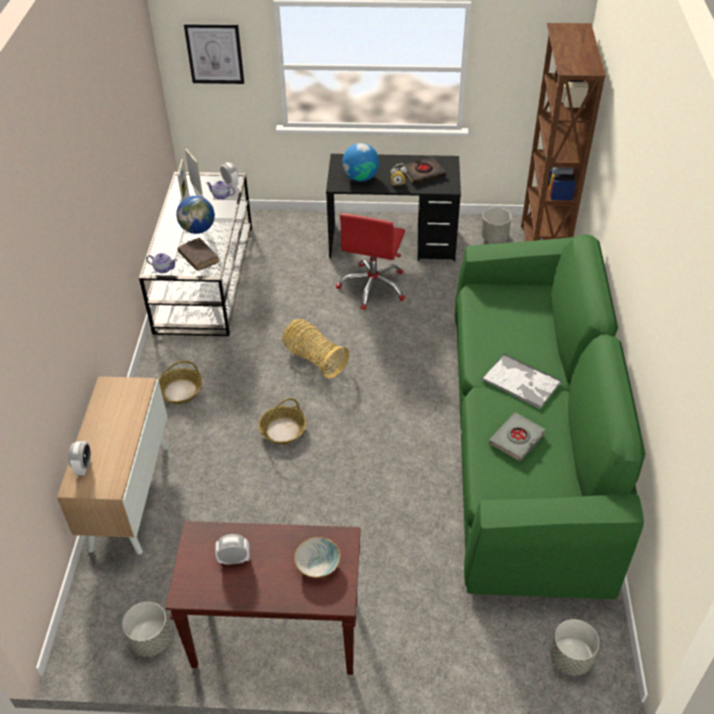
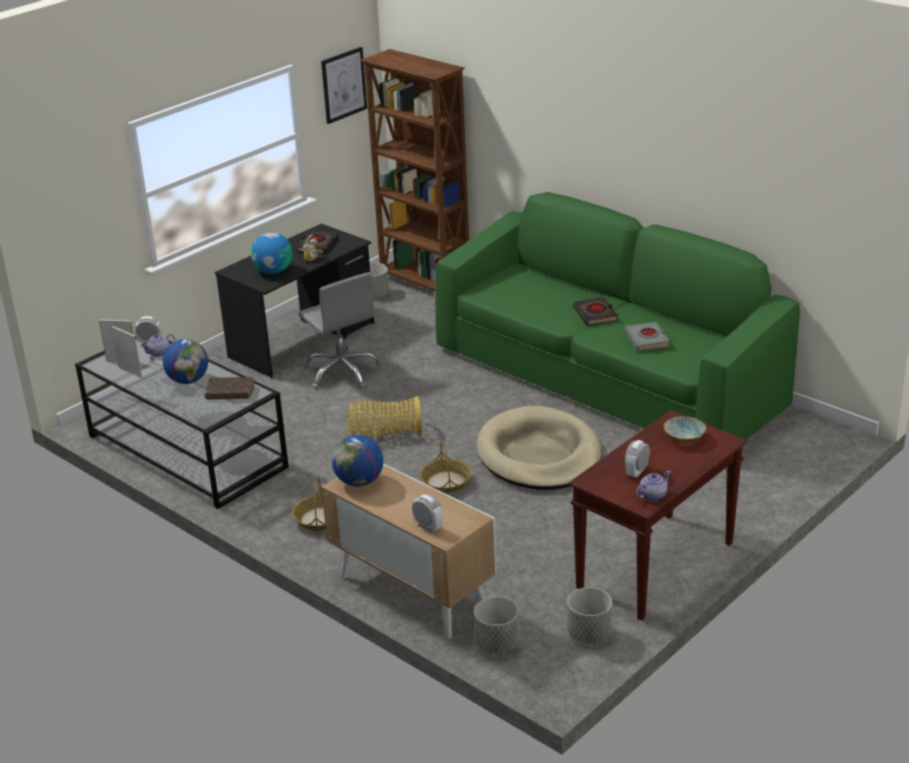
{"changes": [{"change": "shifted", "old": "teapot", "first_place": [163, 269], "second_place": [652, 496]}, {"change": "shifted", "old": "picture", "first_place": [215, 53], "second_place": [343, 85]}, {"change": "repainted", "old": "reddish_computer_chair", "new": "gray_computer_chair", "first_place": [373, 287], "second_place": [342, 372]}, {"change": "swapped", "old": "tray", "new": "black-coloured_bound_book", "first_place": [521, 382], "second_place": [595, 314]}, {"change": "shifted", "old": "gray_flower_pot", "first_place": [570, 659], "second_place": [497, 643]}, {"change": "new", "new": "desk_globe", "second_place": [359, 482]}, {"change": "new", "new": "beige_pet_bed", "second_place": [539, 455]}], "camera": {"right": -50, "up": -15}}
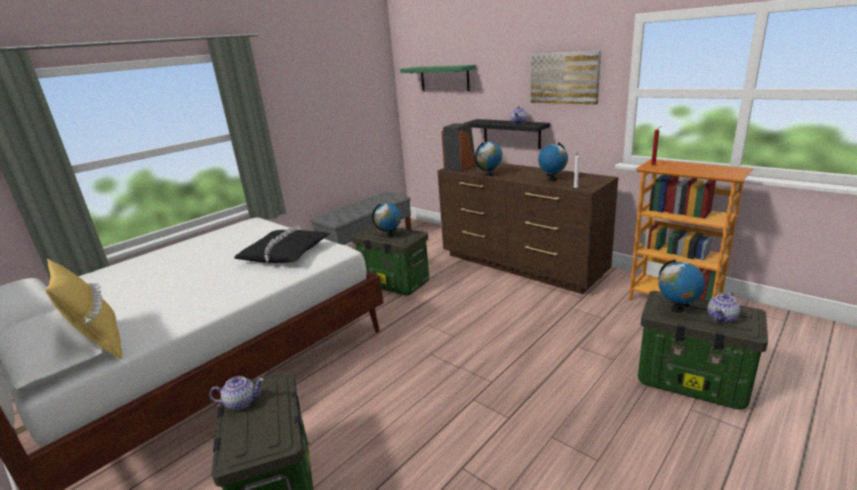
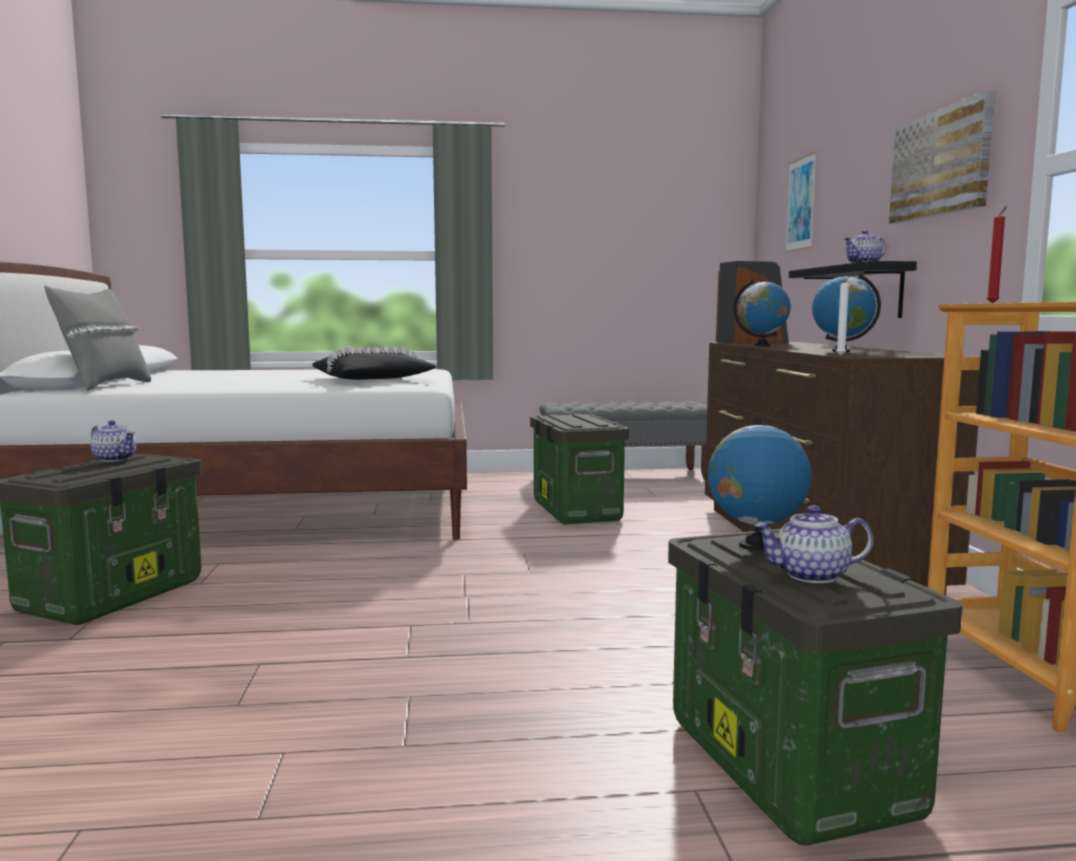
{"changes": [{"change": "repainted", "old": "yellowish_pillow", "new": "gray_pillow", "first_place": [100, 344], "second_place": [105, 386]}, {"change": "gone", "old": "desk_globe", "first_place": [390, 235]}, {"change": "swapped", "old": "green-coloured_shelf", "new": "picture", "first_place": [444, 78], "second_place": [801, 204]}], "camera": {"right": 40, "up": -15}}
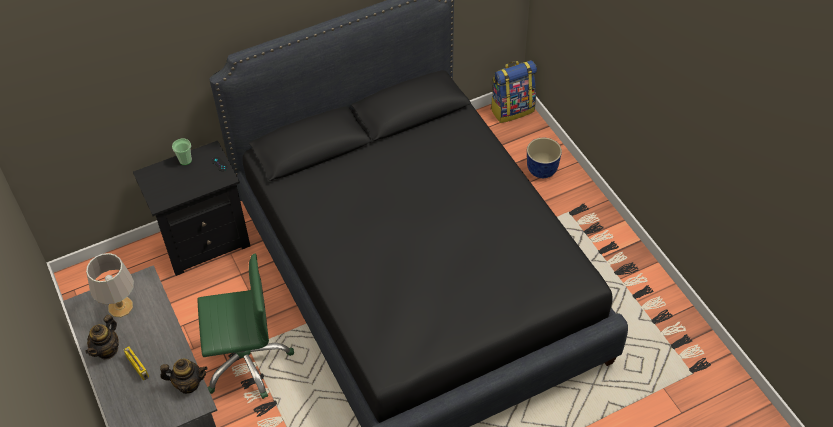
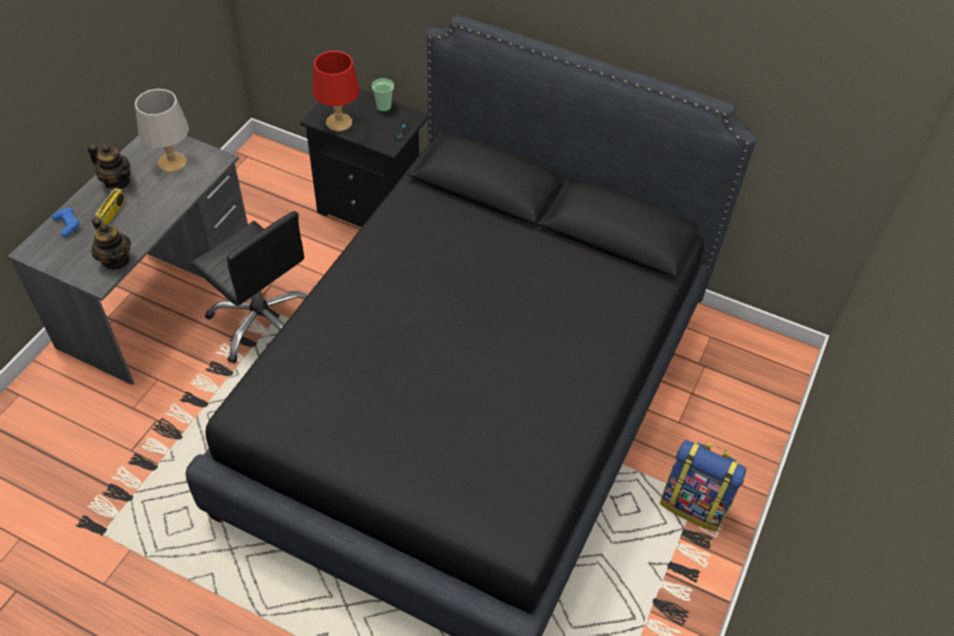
{"changes": [{"change": "rotated", "old": "teapot", "first_place": [107, 350], "second_place": [117, 182], "degrees": -135}, {"change": "repainted", "old": "green-coloured_computer_chair", "new": "black-coloured_computer_chair", "first_place": [246, 360], "second_place": [262, 322]}, {"change": "shifted", "old": "backpack", "first_place": [512, 109], "second_place": [694, 504]}, {"change": "gone", "old": "flower_pot", "first_place": [542, 170]}, {"change": "new", "new": "bluish_game_controller", "second_place": [68, 225]}, {"change": "new", "new": "reddish_lamp_for_a_table", "second_place": [338, 122]}], "camera": {"right": 50, "up": 0}}
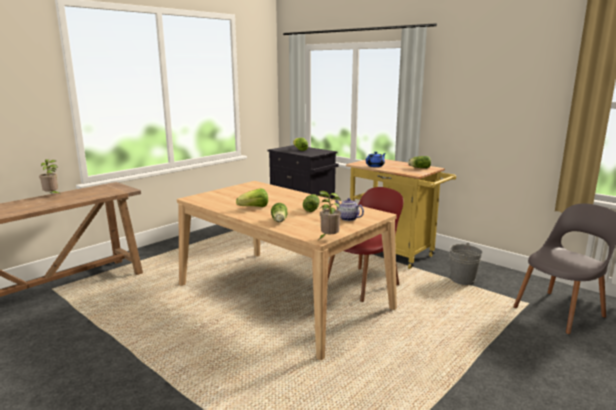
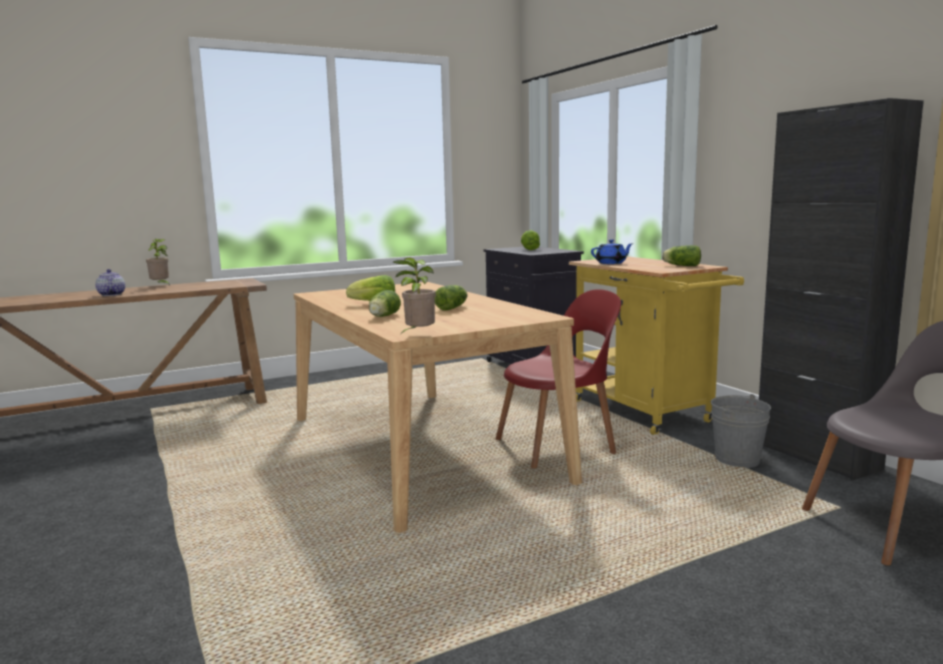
{"changes": [{"change": "shifted", "old": "teapot", "first_place": [347, 218], "second_place": [111, 294]}, {"change": "new", "new": "black-coloured_cupboard", "second_place": [816, 456]}], "camera": {"right": 20, "up": -5}}
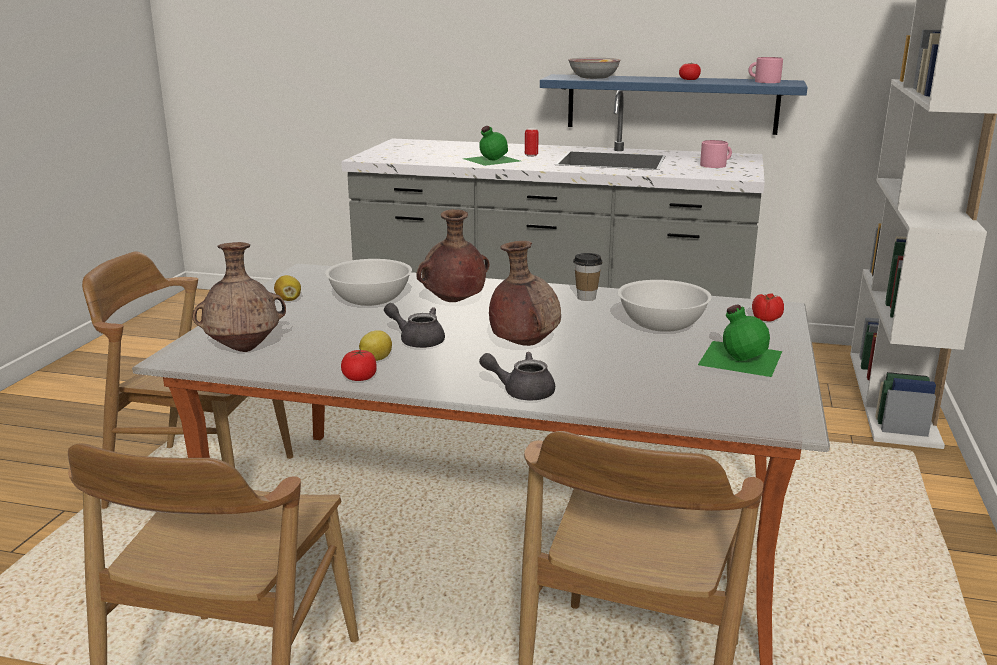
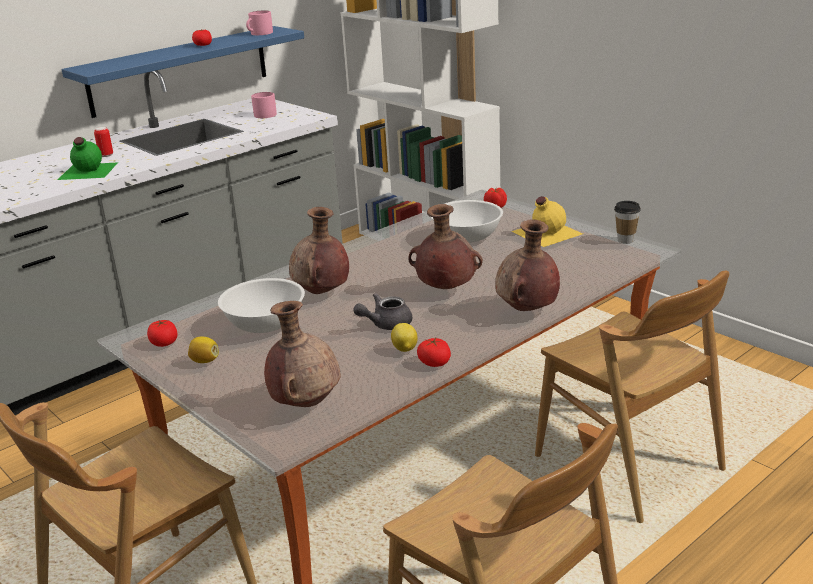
{"changes": [{"change": "swapped", "old": "gray_teapot", "new": "brownish_vase", "first_place": [521, 392], "second_place": [527, 310]}, {"change": "gone", "old": "deep_dish", "first_place": [593, 78]}, {"change": "shifted", "old": "small_cup", "first_place": [586, 298], "second_place": [625, 240]}, {"change": "repainted", "old": "green-coloured_bottle", "new": "yellowish_bottle", "first_place": [739, 357], "second_place": [545, 232]}, {"change": "new", "new": "whole_tomato", "second_place": [164, 343]}], "camera": {"right": -55, "up": 5}}
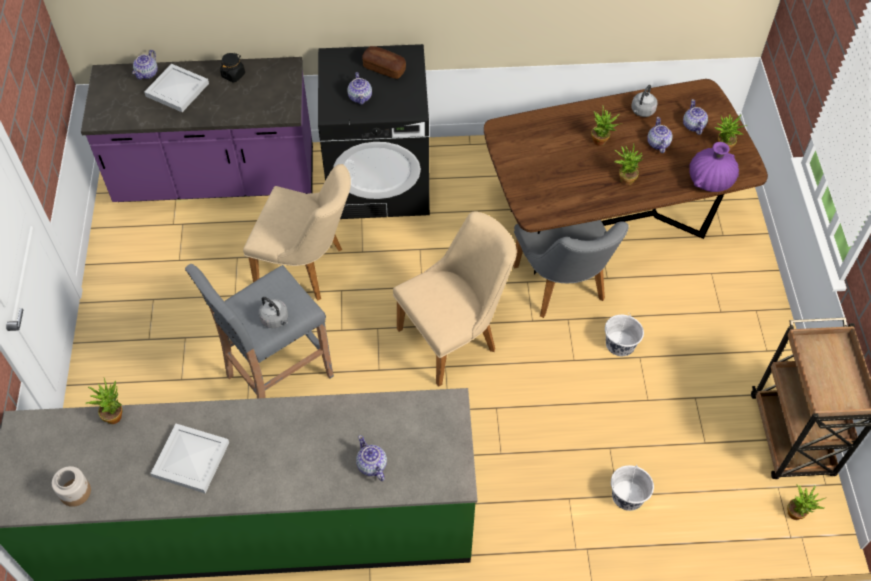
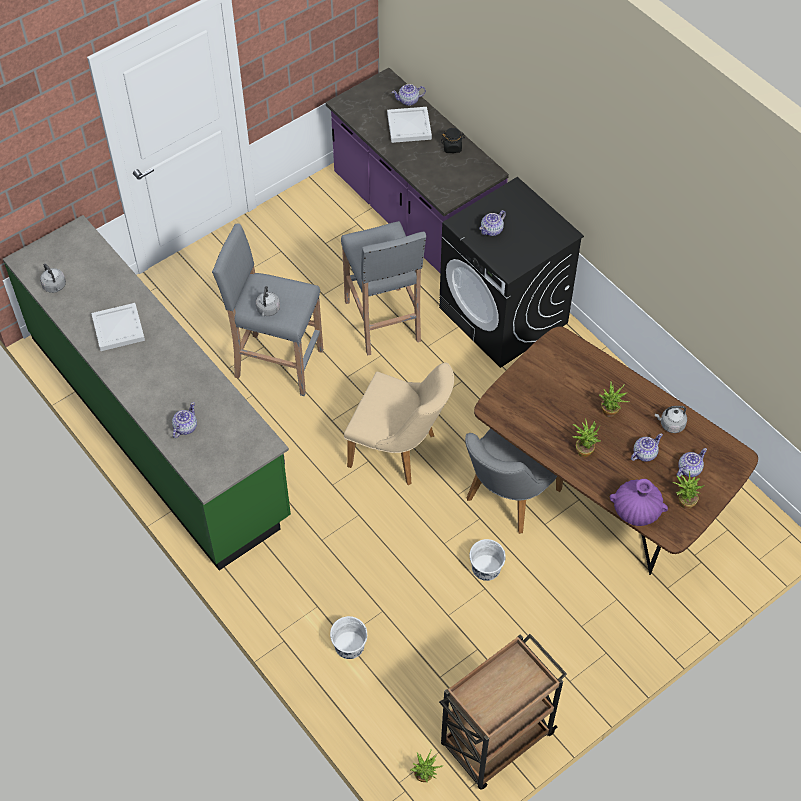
{"changes": [{"change": "swapped", "old": "jar", "new": "gray_water_kettle", "first_place": [75, 492], "second_place": [55, 286]}, {"change": "gone", "old": "plant_in_a_pot", "first_place": [114, 414]}, {"change": "swapped", "old": "beige_plain_chair", "new": "gray_stool", "first_place": [308, 268], "second_place": [383, 322]}, {"change": "gone", "old": "bread", "first_place": [384, 68]}], "camera": {"right": 55, "up": 0}}
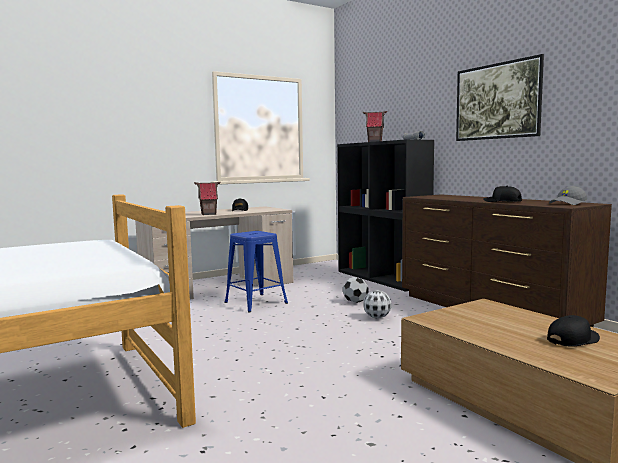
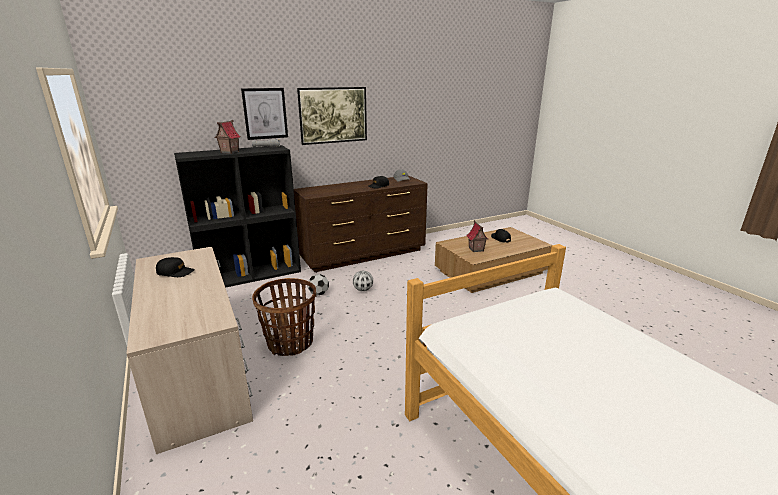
{"changes": [{"change": "shifted", "old": "miniature_house", "first_place": [208, 214], "second_place": [476, 249]}, {"change": "swapped", "old": "bluish_stool", "new": "storage_basket", "first_place": [255, 302], "second_place": [290, 343]}, {"change": "new", "new": "picture", "second_place": [265, 113]}], "camera": {"right": -85, "up": 15}}
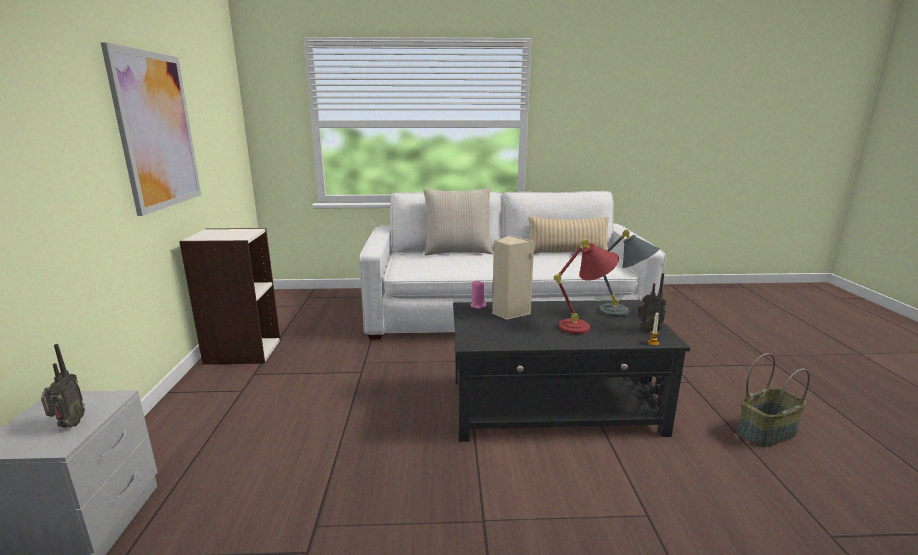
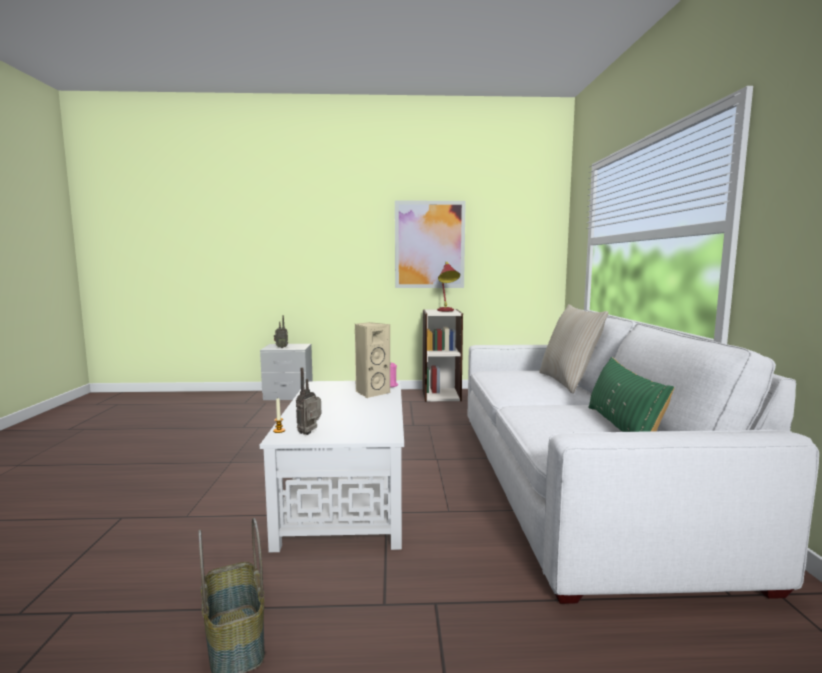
{"changes": [{"change": "repainted", "old": "black-coloured_lounge_table", "new": "whitish_lounge_table", "first_place": [554, 406], "second_place": [346, 494]}, {"change": "repainted", "old": "beige_pillow", "new": "green-coloured_pillow", "first_place": [567, 253], "second_place": [622, 427]}, {"change": "shifted", "old": "reddish_lamp_for_a_table", "first_place": [585, 327], "second_place": [447, 311]}, {"change": "gone", "old": "gray_lamp_for_a_table", "first_place": [625, 313]}], "camera": {"right": 90, "up": -10}}
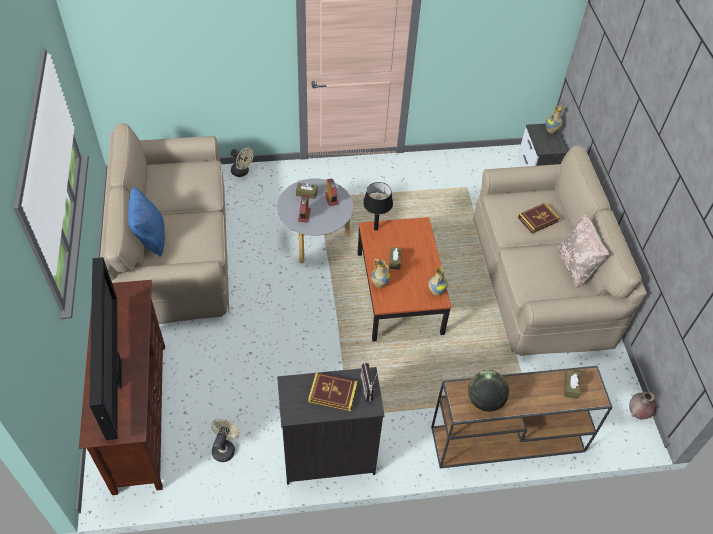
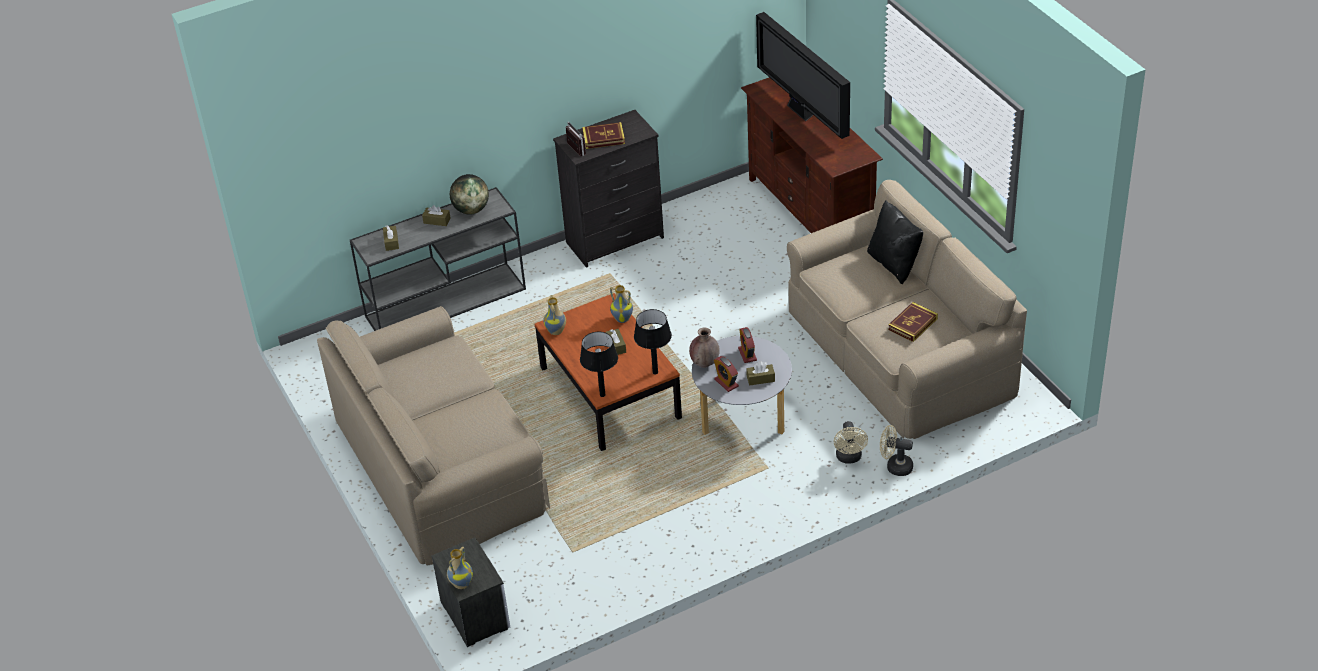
{"changes": [{"change": "repainted", "old": "bluish_pillow", "new": "black-coloured_pillow", "first_place": [150, 237], "second_place": [894, 264]}, {"change": "shifted", "old": "beige_electric_fan", "first_place": [225, 448], "second_place": [849, 458]}, {"change": "repainted", "old": "brownish_console_table", "new": "gray_console_table", "first_place": [506, 440], "second_place": [447, 302]}, {"change": "shifted", "old": "bound_book", "first_place": [538, 219], "second_place": [912, 324]}, {"change": "gone", "old": "beige_pillow", "first_place": [576, 266]}, {"change": "shifted", "old": "brownish_vase", "first_place": [637, 413], "second_place": [705, 363]}, {"change": "new", "new": "brownish_box_of_tissues", "second_place": [437, 221]}, {"change": "new", "new": "black-coloured_lamp_for_a_table", "second_place": [602, 395]}], "camera": {"right": 165, "up": -10}}
